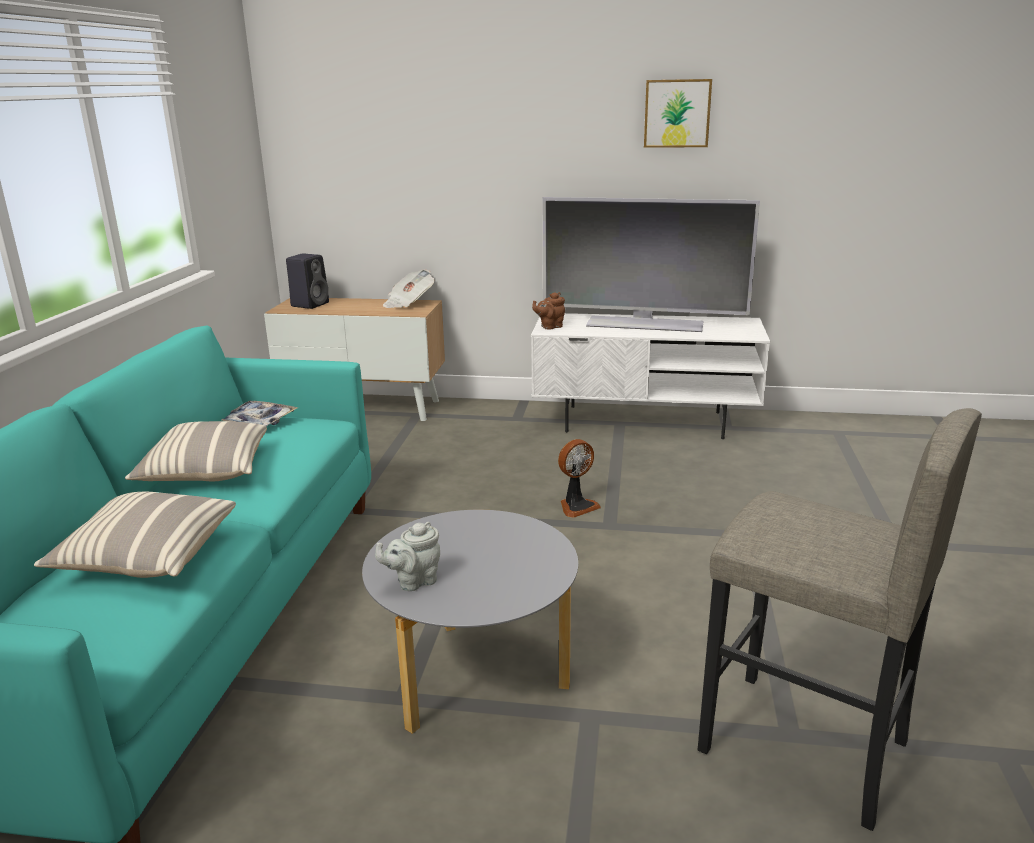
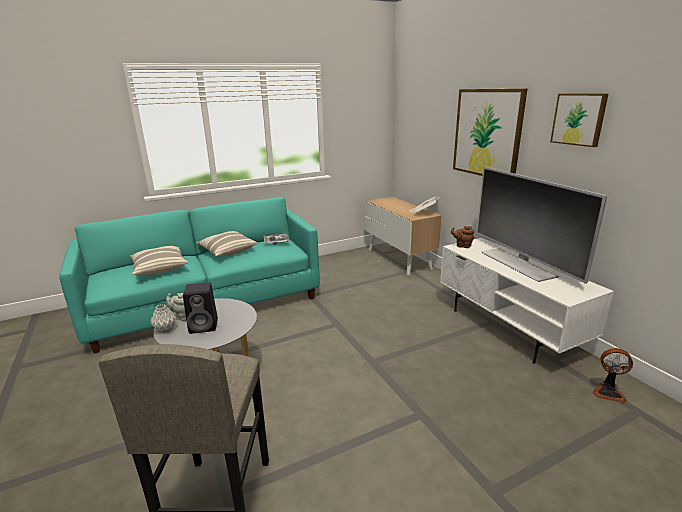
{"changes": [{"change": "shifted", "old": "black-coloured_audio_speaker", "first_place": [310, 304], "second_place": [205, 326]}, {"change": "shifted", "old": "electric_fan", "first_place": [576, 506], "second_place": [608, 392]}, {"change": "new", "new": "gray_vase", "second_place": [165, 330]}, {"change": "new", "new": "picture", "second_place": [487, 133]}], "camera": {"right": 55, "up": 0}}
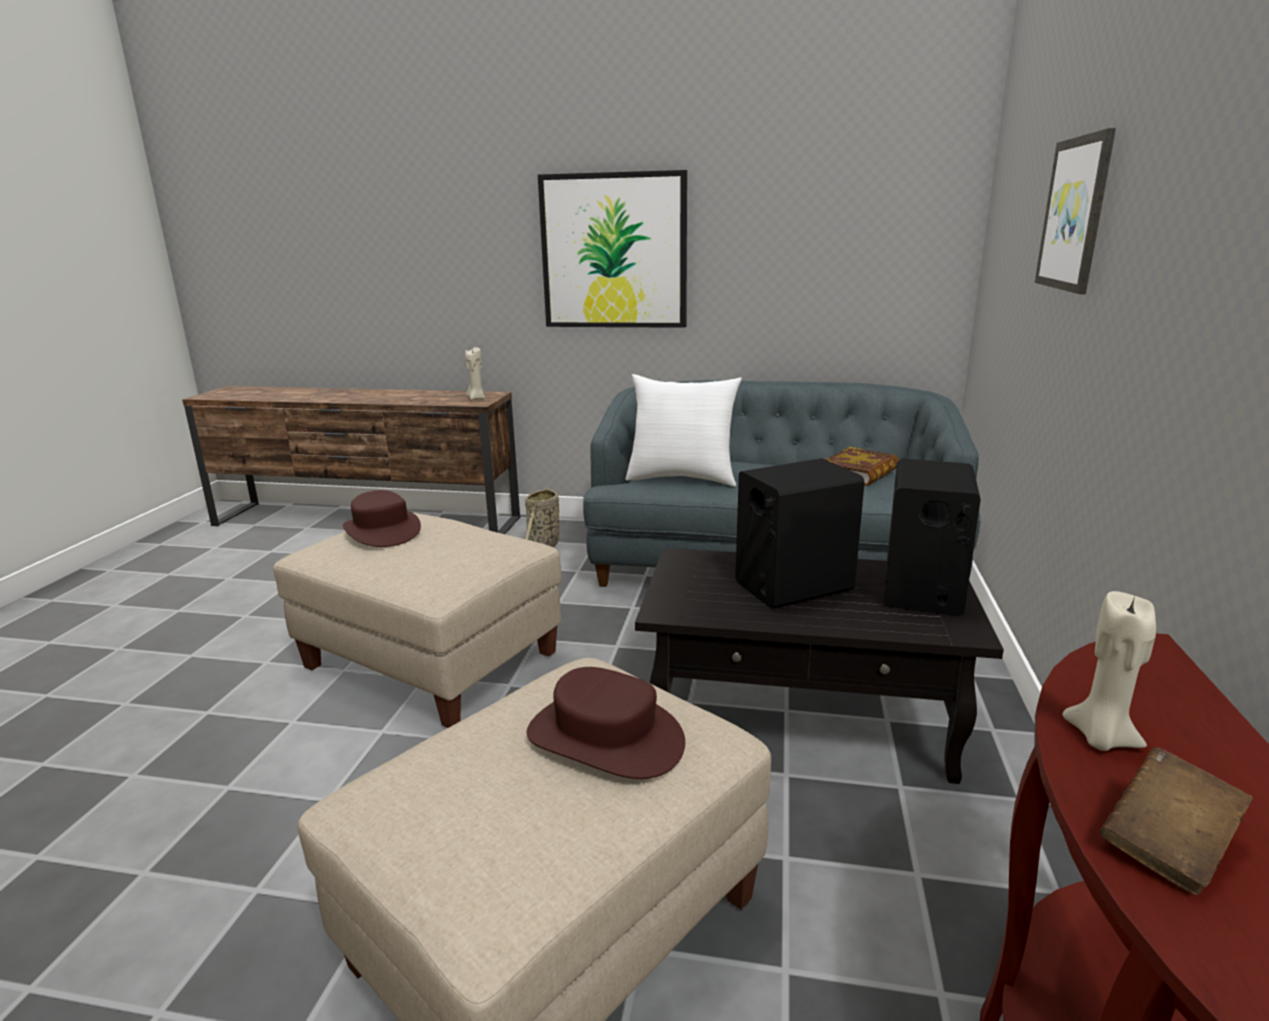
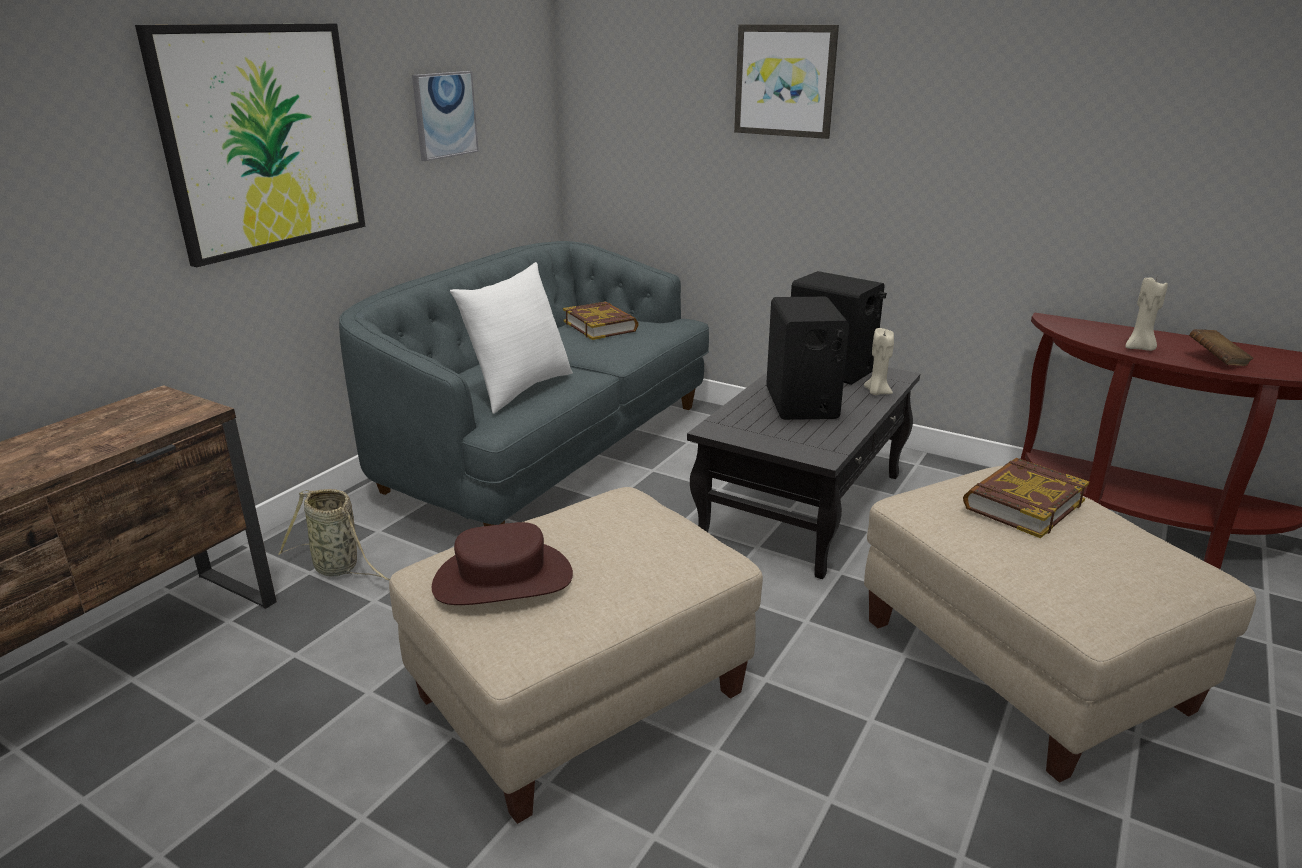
{"changes": [{"change": "shifted", "old": "beige_wax_light", "first_place": [476, 398], "second_place": [877, 392]}, {"change": "swapped", "old": "brownish_hat", "new": "bound_book", "first_place": [605, 737], "second_place": [1022, 504]}, {"change": "new", "new": "picture", "second_place": [444, 115]}], "camera": {"right": -70, "up": 5}}
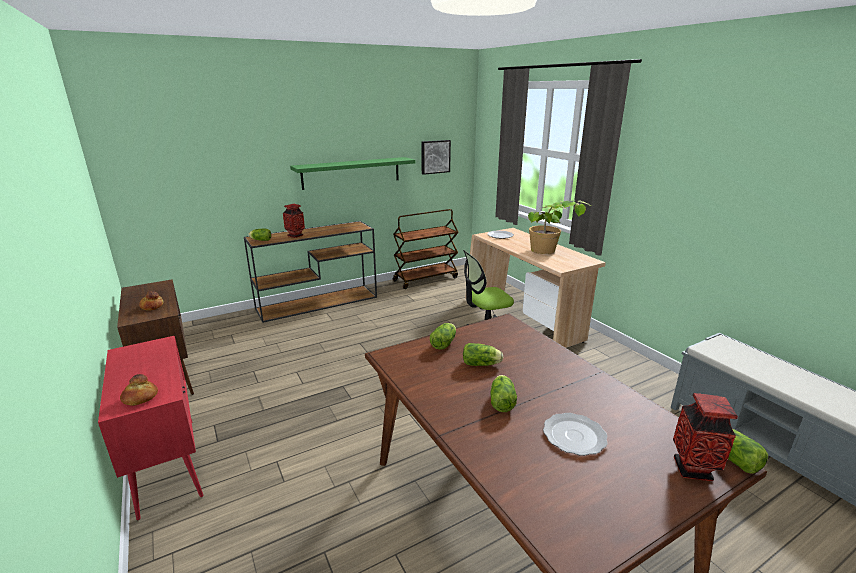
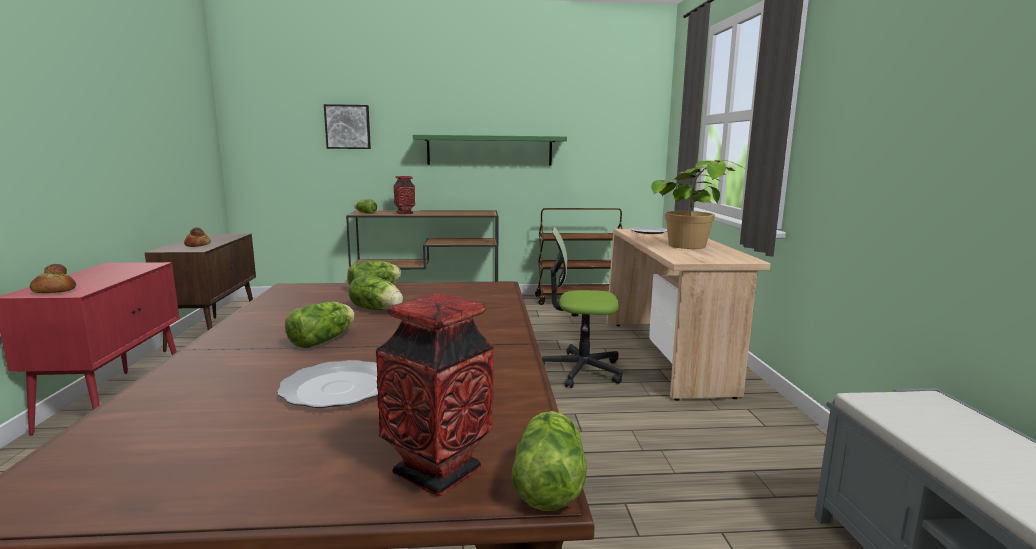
{"changes": [{"change": "shifted", "old": "picture", "first_place": [435, 156], "second_place": [348, 127]}], "camera": {"right": 25, "up": -10}}
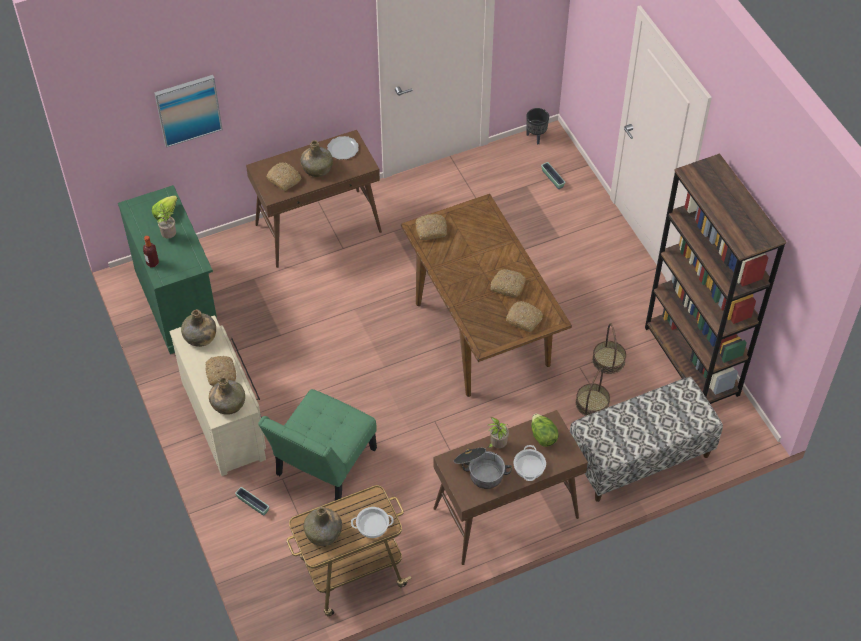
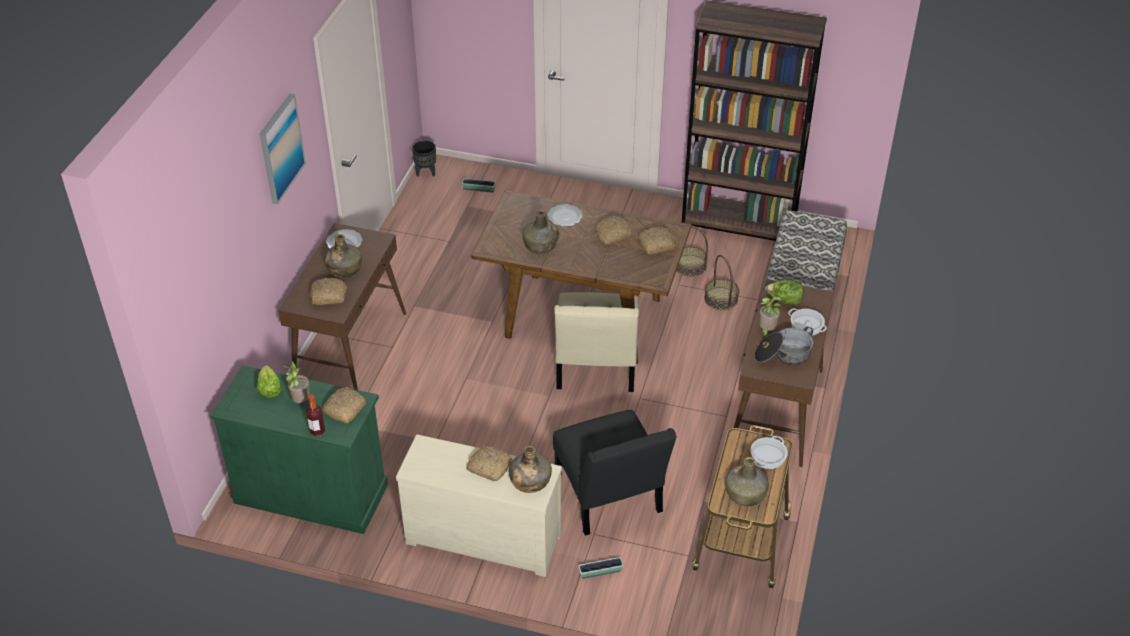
{"changes": [{"change": "shifted", "old": "picture", "first_place": [188, 110], "second_place": [280, 148]}, {"change": "shifted", "old": "green-coloured_bottle", "first_place": [200, 337], "second_place": [541, 245]}, {"change": "repainted", "old": "green-coloured_plain_chair", "new": "black-coloured_plain_chair", "first_place": [323, 466], "second_place": [610, 498]}, {"change": "shifted", "old": "bread", "first_place": [431, 230], "second_place": [345, 408]}, {"change": "new", "new": "flat_dish", "second_place": [565, 217]}, {"change": "new", "new": "beige_plain_chair", "second_place": [595, 367]}], "camera": {"right": -50, "up": -10}}
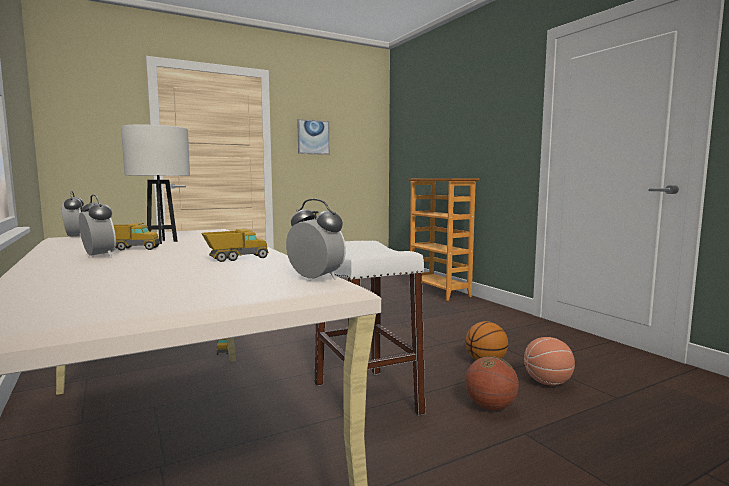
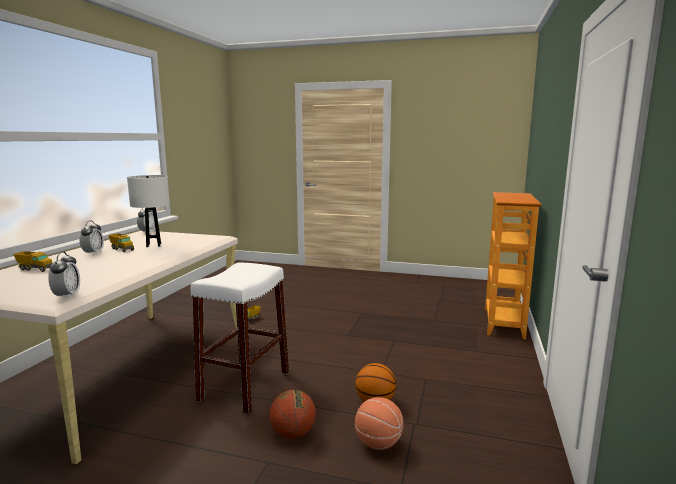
{"changes": [{"change": "shifted", "old": "model_truck", "first_place": [236, 259], "second_place": [35, 269]}, {"change": "gone", "old": "picture", "first_place": [313, 137]}], "camera": {"right": 45, "up": 5}}
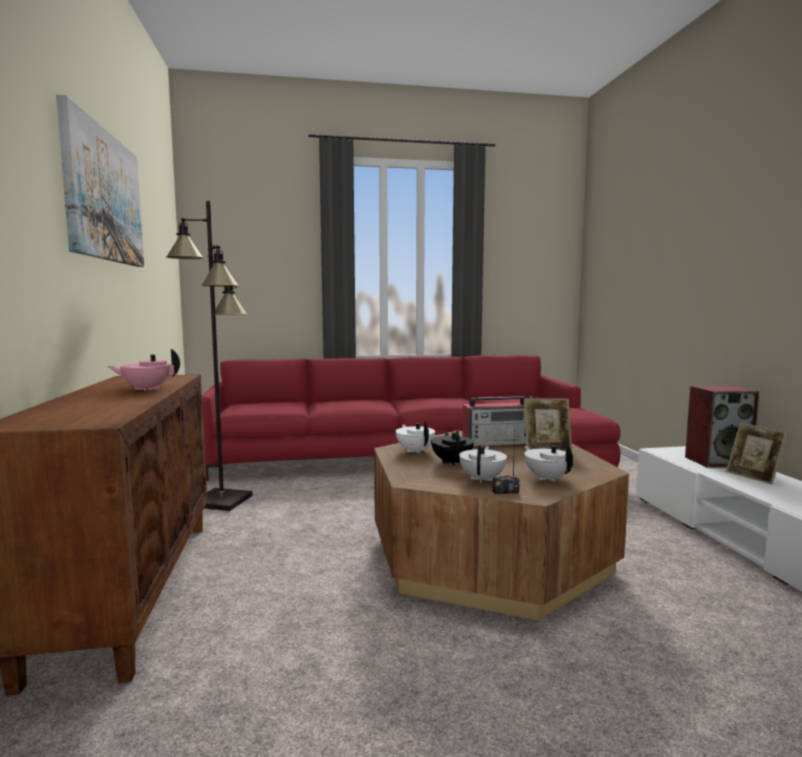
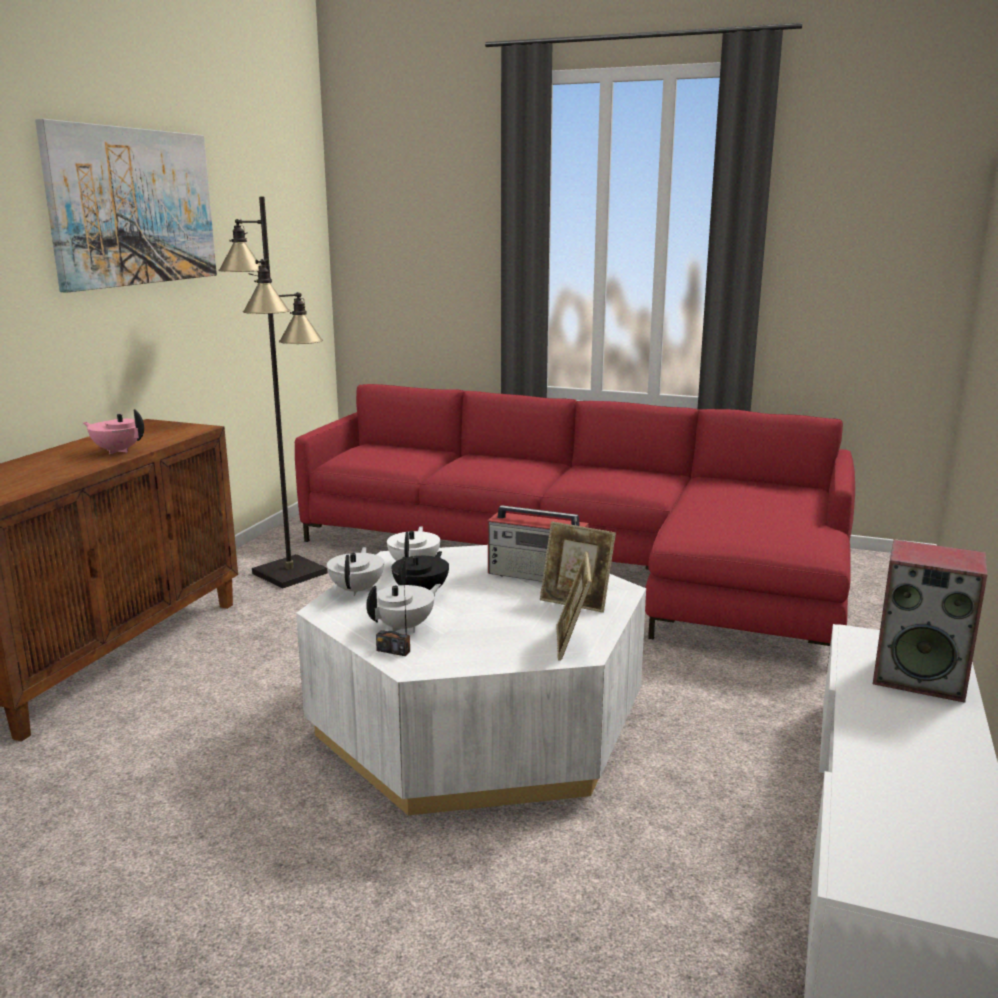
{"changes": [{"change": "repainted", "old": "brownish_lounge_table", "new": "whitish_lounge_table", "first_place": [489, 554], "second_place": [478, 722]}, {"change": "shifted", "old": "whitish_teapot", "first_place": [547, 478], "second_place": [357, 590]}, {"change": "shifted", "old": "standing_frame", "first_place": [753, 477], "second_place": [572, 643]}], "camera": {"right": 30, "up": 10}}
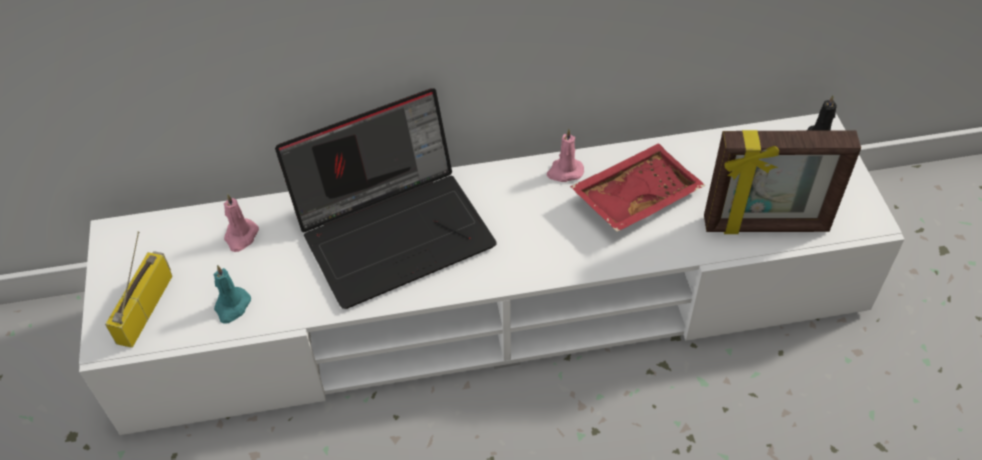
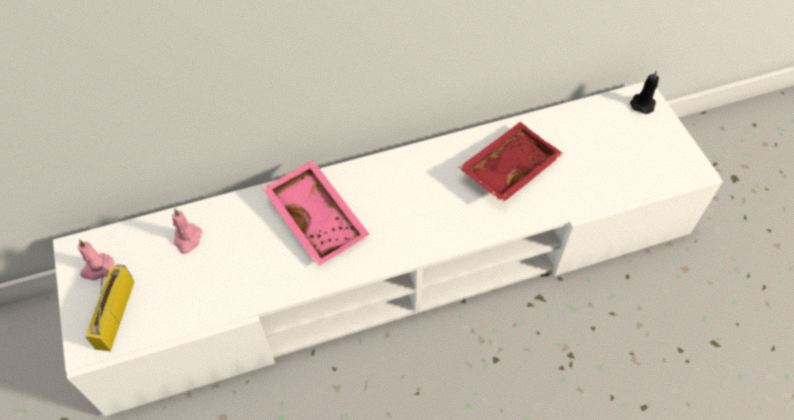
{"changes": [{"change": "gone", "old": "turquoise-coloured_wax_light", "first_place": [232, 306]}, {"change": "swapped", "old": "laptop", "new": "pink-coloured_tray", "first_place": [396, 229], "second_place": [318, 218]}, {"change": "shifted", "old": "pink-coloured_wax_light", "first_place": [564, 172], "second_place": [97, 268]}, {"change": "gone", "old": "standing_frame", "first_place": [766, 226]}], "camera": {"right": -10, "up": 5}}
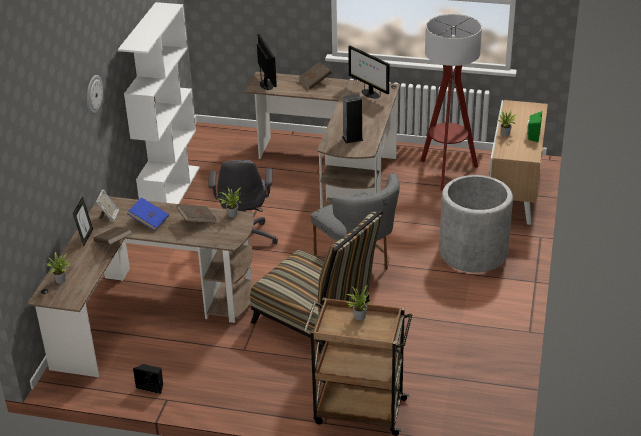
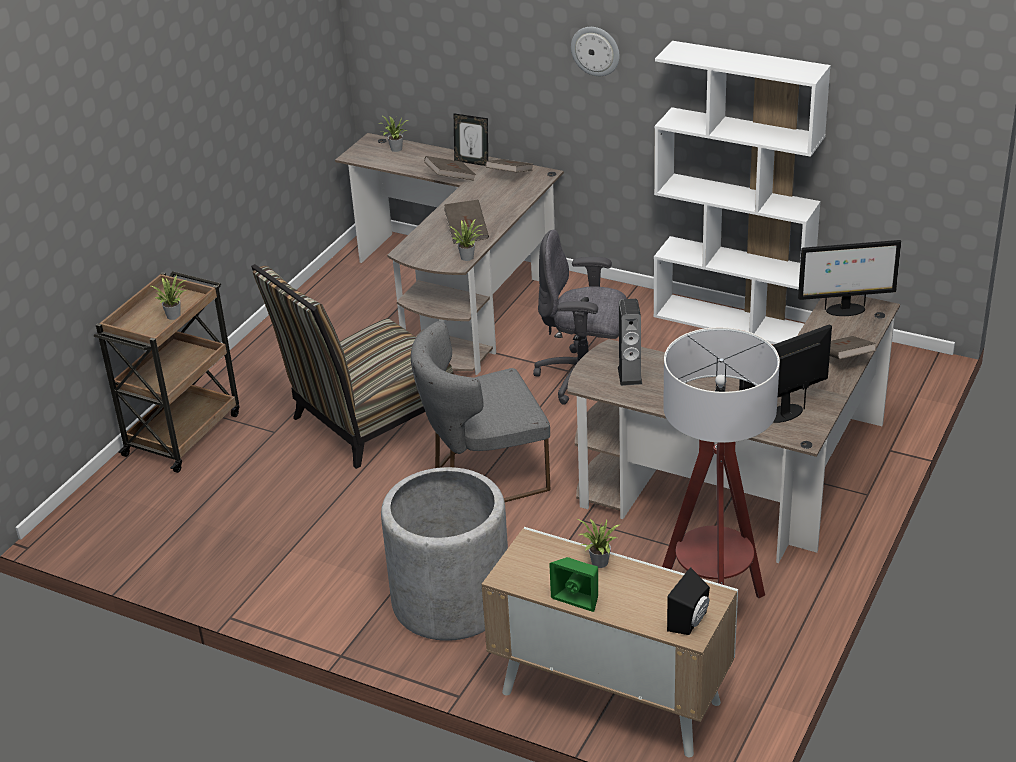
{"changes": [{"change": "swapped", "old": "standing_frame", "new": "brownish_bound_book", "first_place": [109, 216], "second_place": [509, 176]}, {"change": "gone", "old": "bluish_bound_book", "first_place": [149, 221]}, {"change": "shifted", "old": "black-coloured_audio_speaker", "first_place": [152, 386], "second_place": [691, 622]}], "camera": {"right": 105, "up": 0}}
